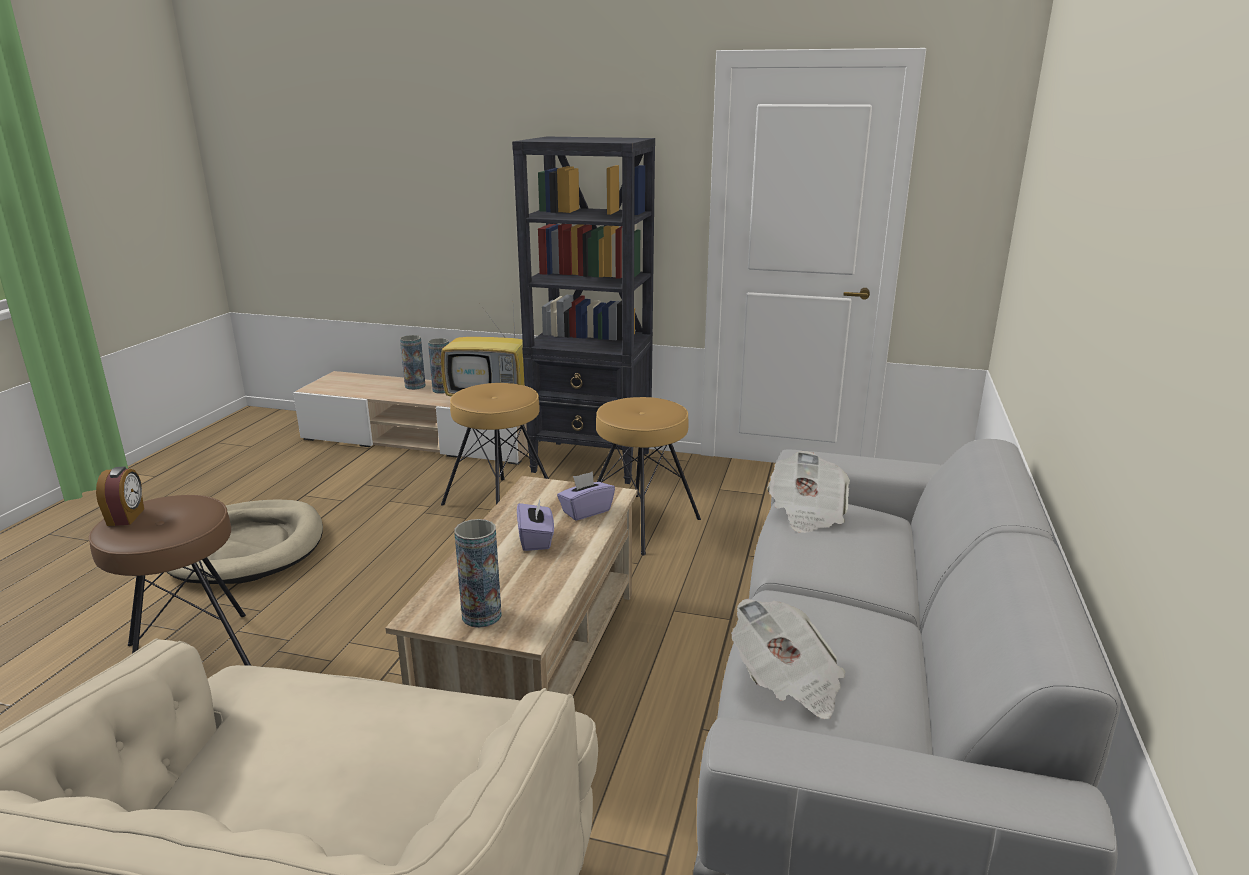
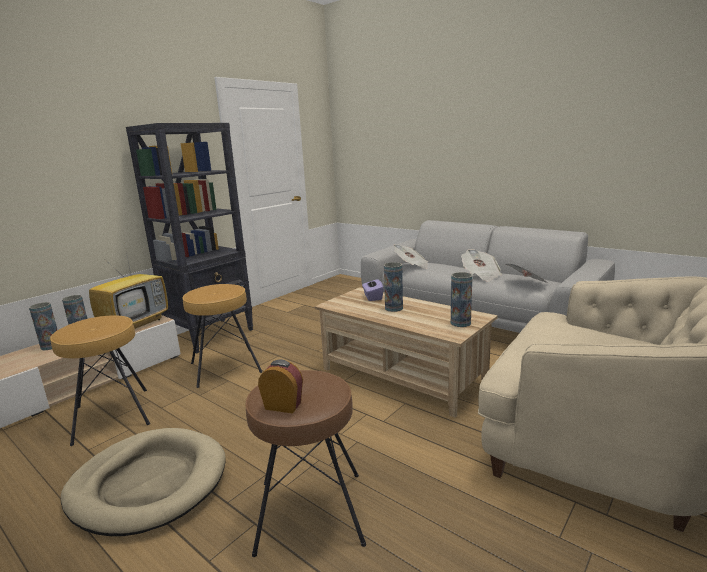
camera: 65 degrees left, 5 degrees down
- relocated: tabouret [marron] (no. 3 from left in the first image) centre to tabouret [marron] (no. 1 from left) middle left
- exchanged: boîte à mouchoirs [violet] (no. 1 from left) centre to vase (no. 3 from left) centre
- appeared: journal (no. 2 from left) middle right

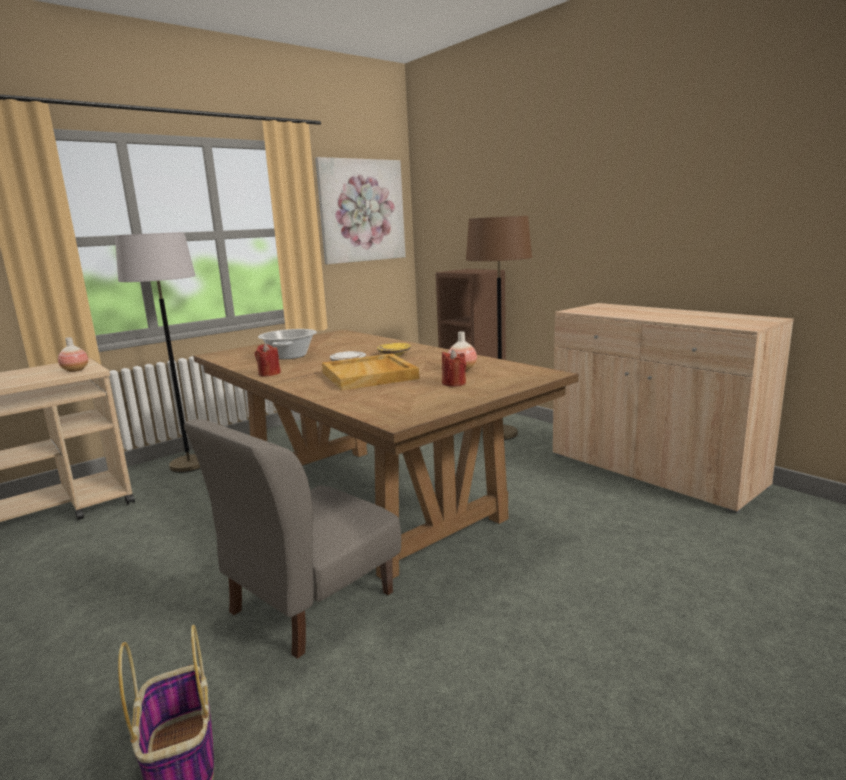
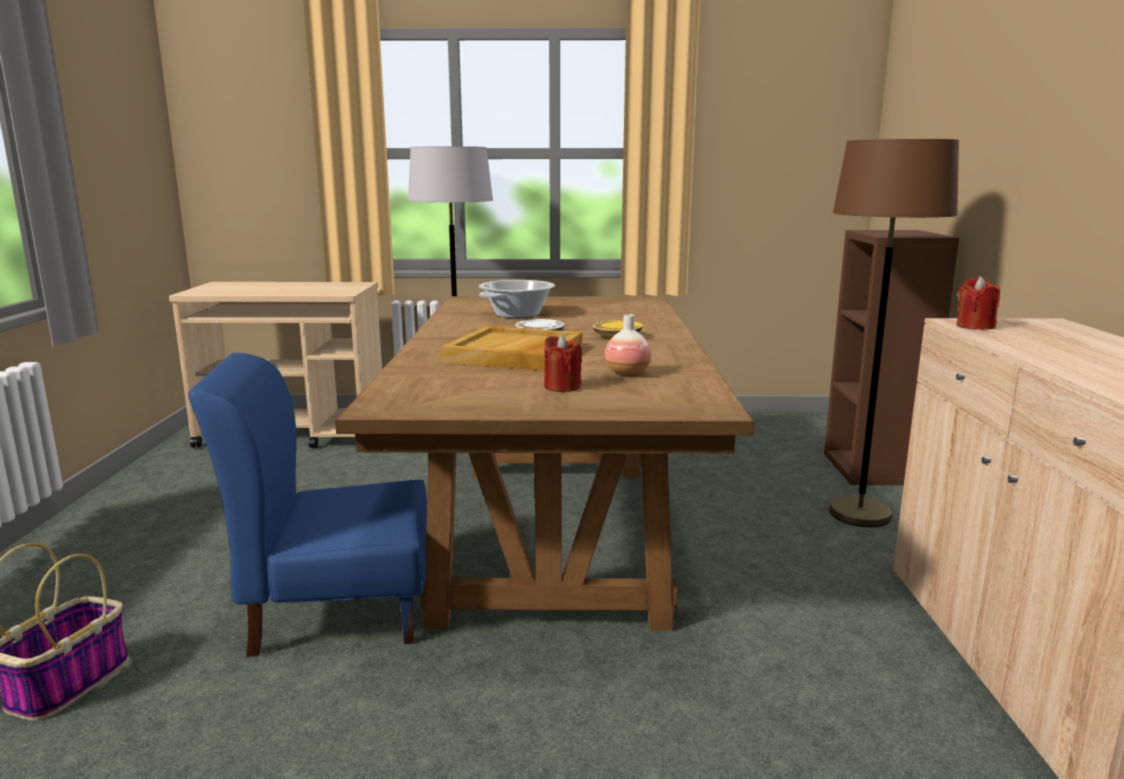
camera: 40 degrees right, 0 degrees up
- colour: chaise [gris] bottom centre to chaise [bleu] middle left
- relocated: bougie [rouge] (no. 1 from left in the first image) middle left to bougie [rouge] (no. 2 from left) middle right
- missing: vase (no. 1 from left) middle left
- missing: tableau top centre

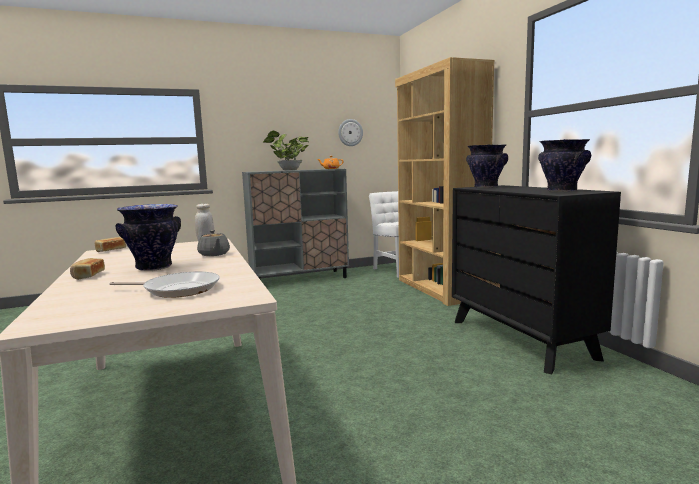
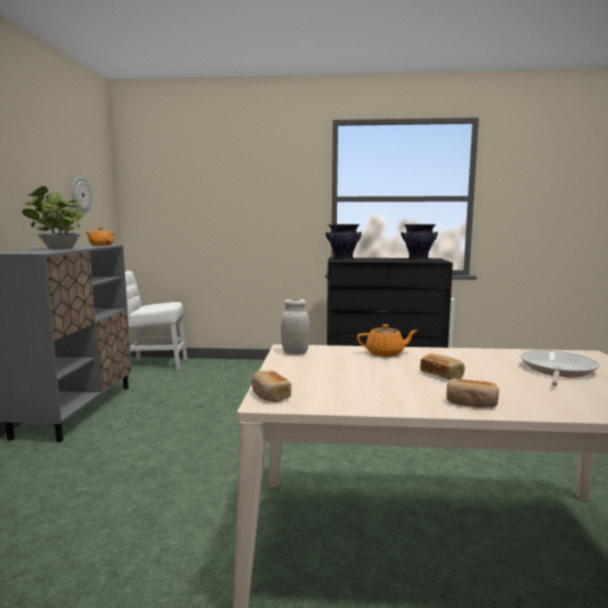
camera: 65 degrees left, 0 degrees up
- colour: théière [gris] middle left to théière [orange] (no. 2 from left) centre
- exchanged: vase (no. 1 from left) middle left to pain (no. 2 from left) middle right
- missing: bibliothèque [marron] centre

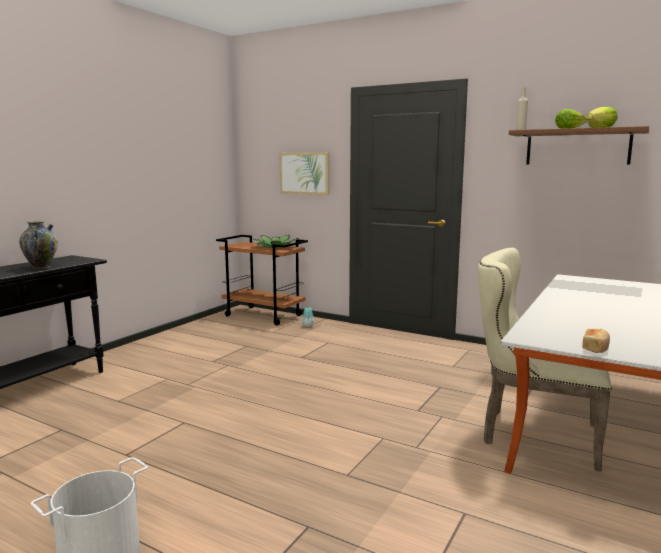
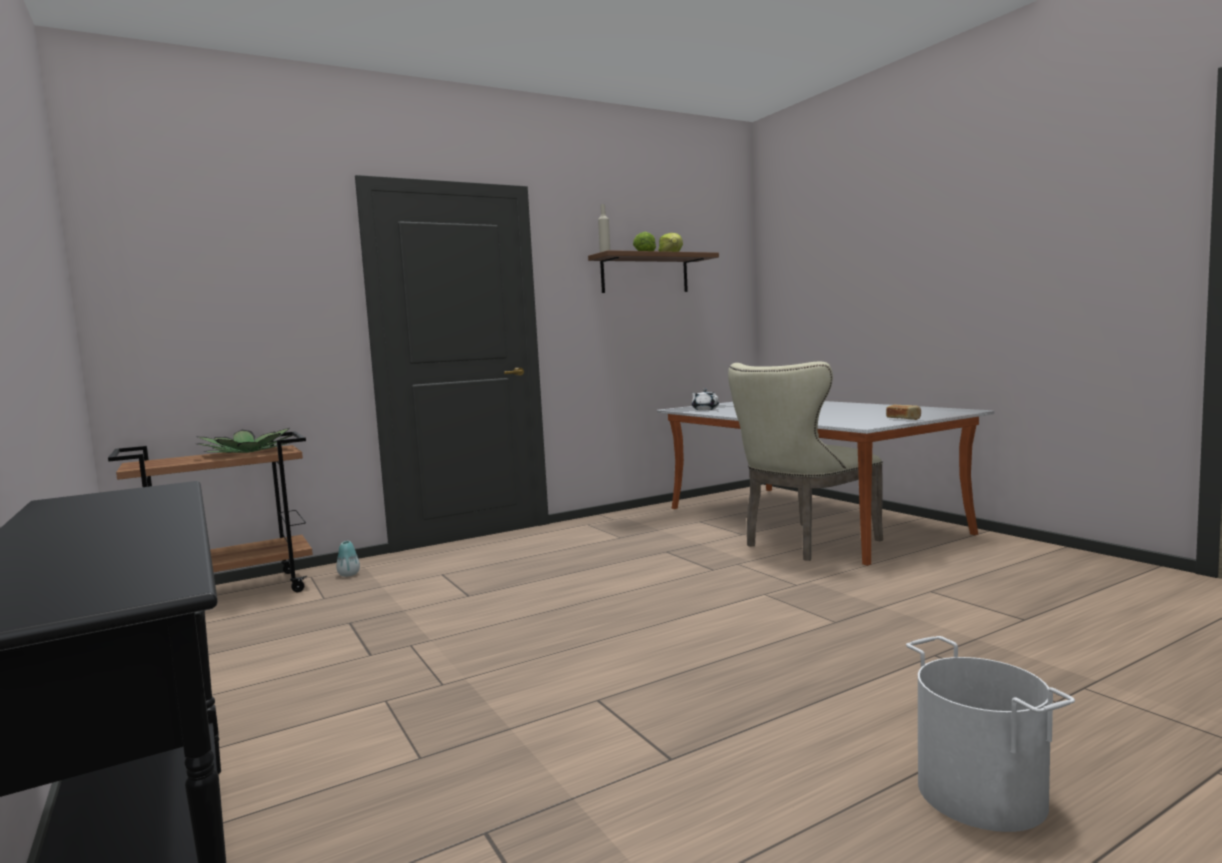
camera: 60 degrees left, 5 degrees down
- appeared: théière [blanc] centre
- missing: vase (no. 1 from left) middle left
- missing: tableau top centre

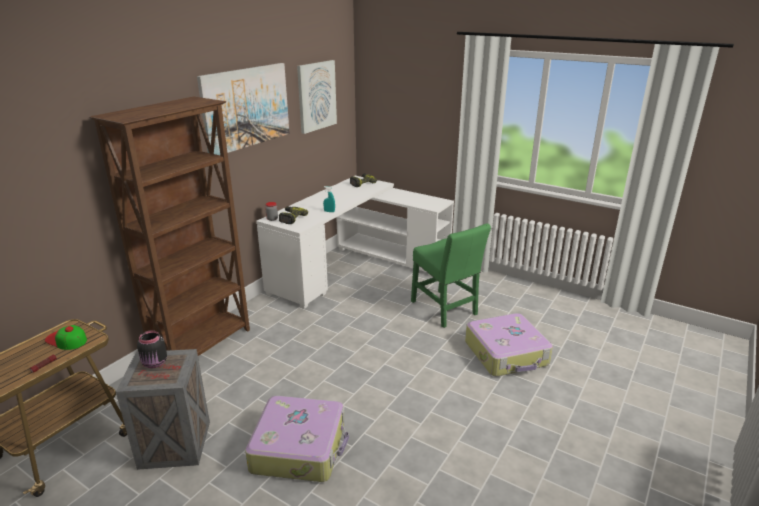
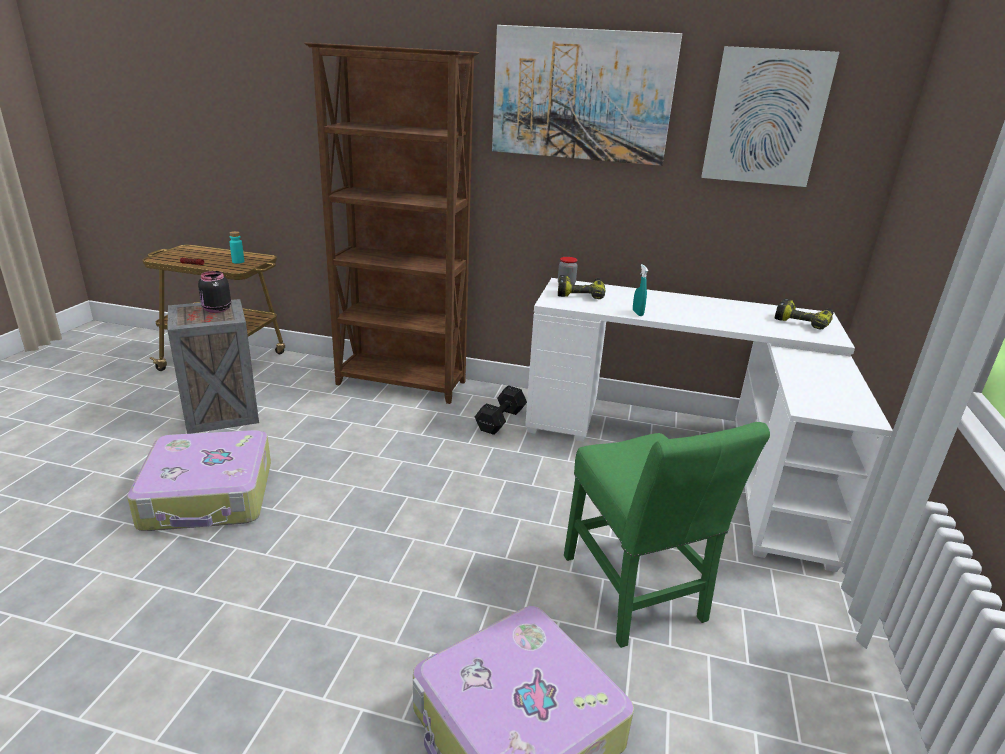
camera: 70 degrees right, 0 degrees up
- exchanged: casquette middle left to bouteille [turquoise] top left
- appeared: haltère [noir] centre
- spun: chaise [vert] centre = bottom centre 60 degrees counterclockwise

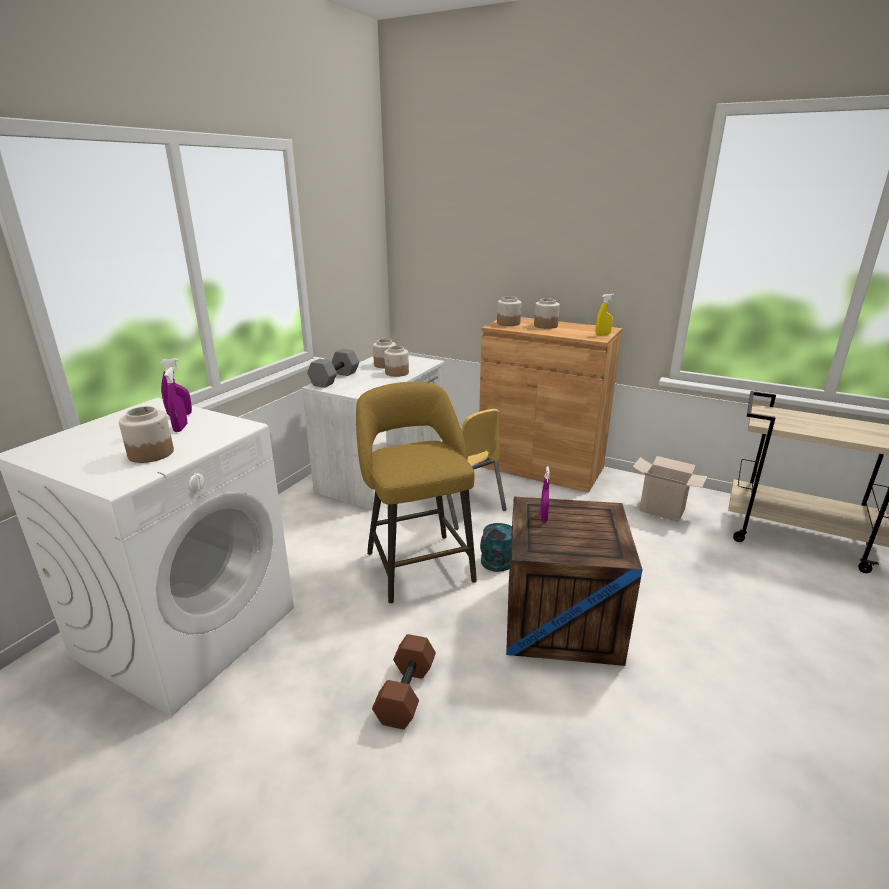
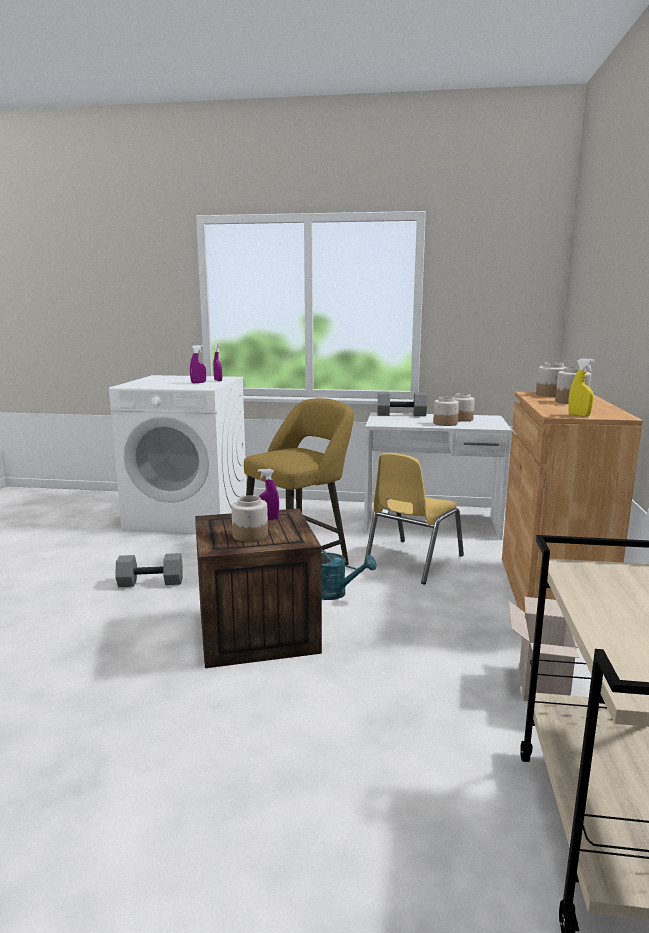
camera: 70 degrees right, 10 degrees down
- colour: haltère [marron] bottom centre to haltère [gris] (no. 1 from left) middle left
- relocated: bocal (no. 1 from left) middle left to centre

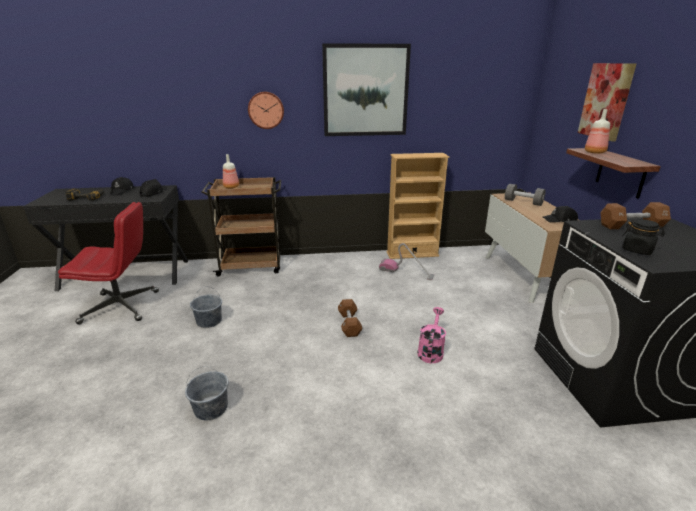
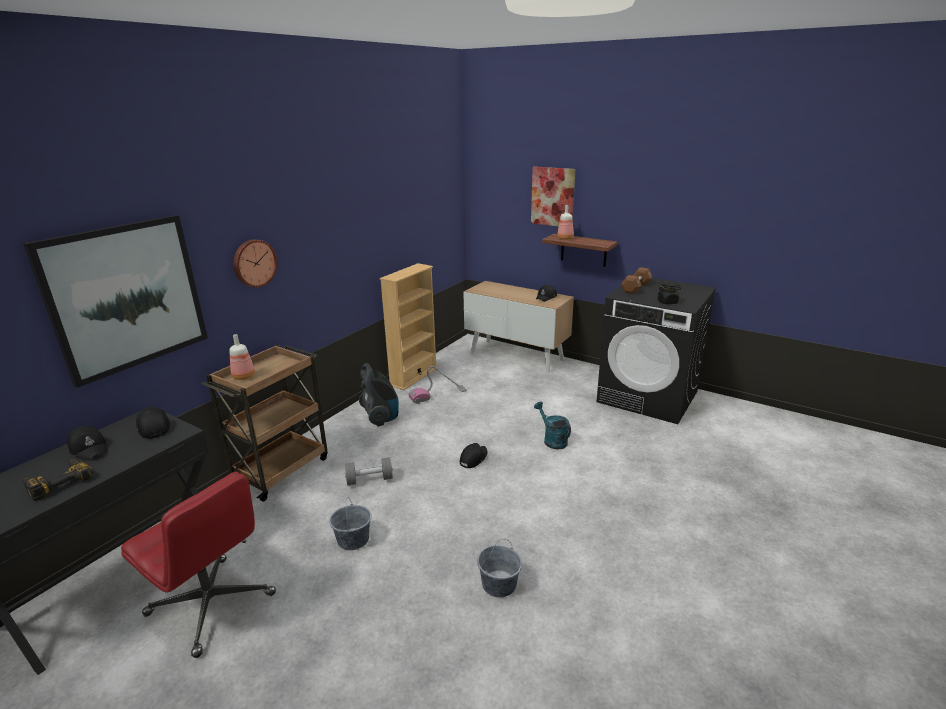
camera: 50 degrees left, 0 degrees up
- relocated: tableau (no. 1 from left) top centre to middle left
- spun: chaise de bureau [rouge] middle left = bottom left 90 degrees clockwise
- relocated: haltère [gris] middle right to centre
- appeared: aspirateur (no. 1 from left) centre
- exchanged: haltère [marron] (no. 1 from left) centre to casquette [noir] (no. 3 from left) centre
- colour: arrosoir [rose] centre to arrosoir [turquoise] centre

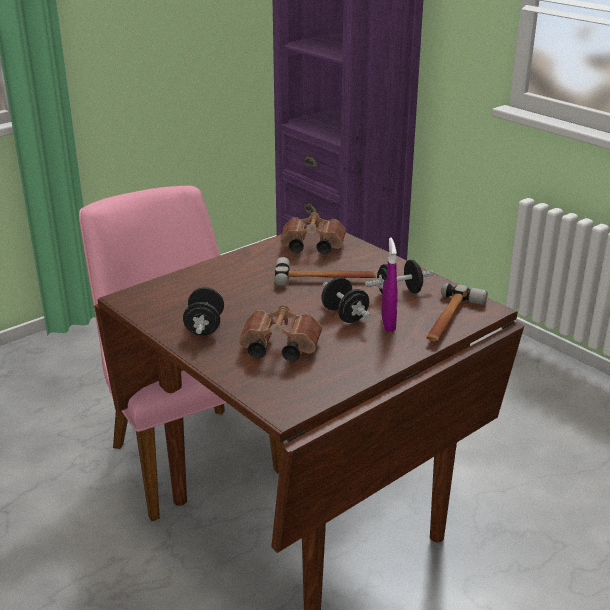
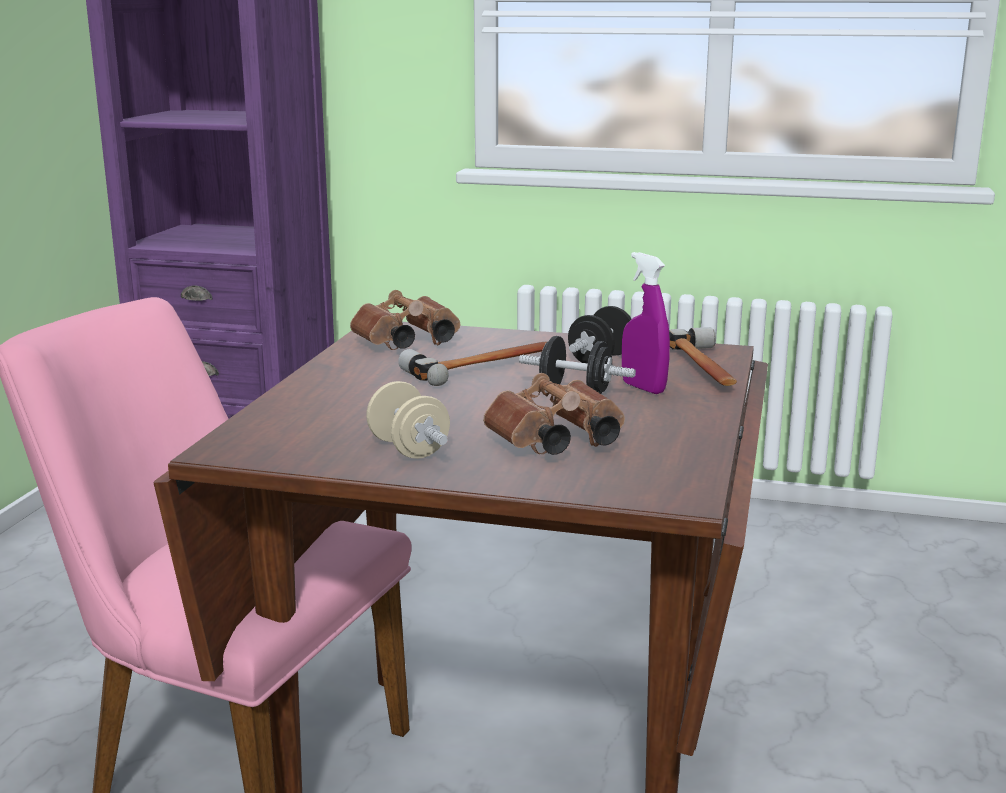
camera: 35 degrees left, 10 degrees down
- colour: haltère [noir] (no. 1 from left) middle left to haltère [beige] centre

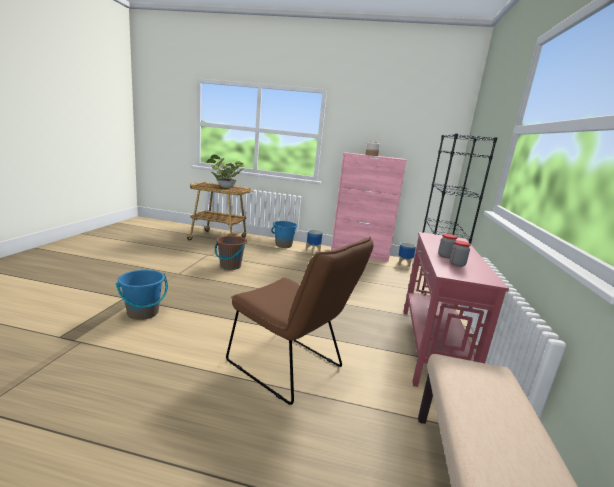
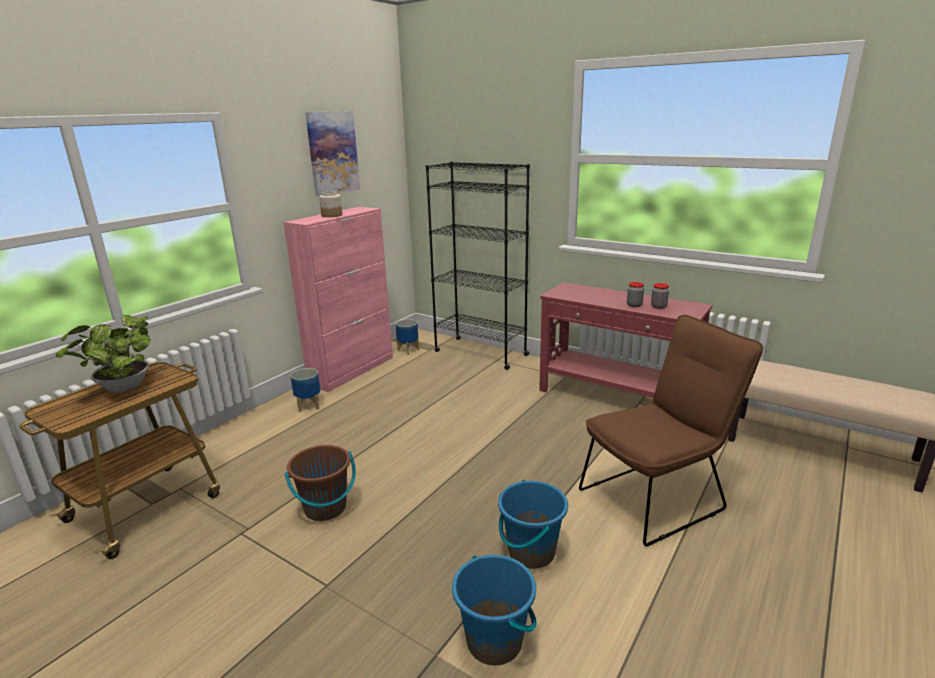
camera: 65 degrees left, 5 degrees up
- appeared: tableau top centre
- relocated: seau [bleu] (no. 2 from left) centre to bottom centre

